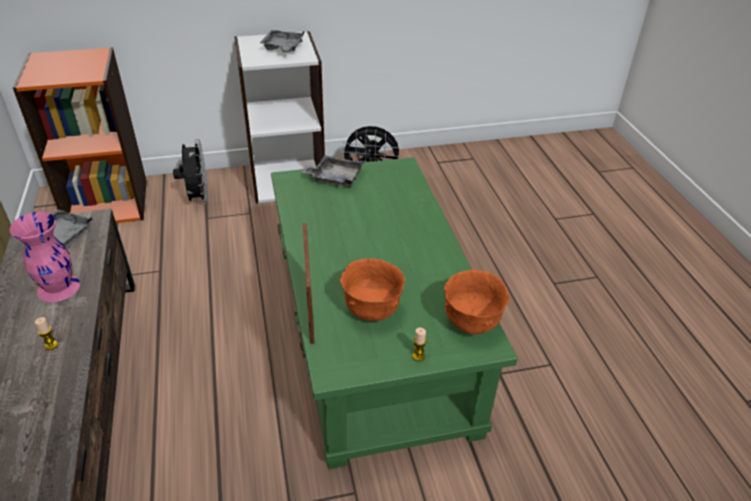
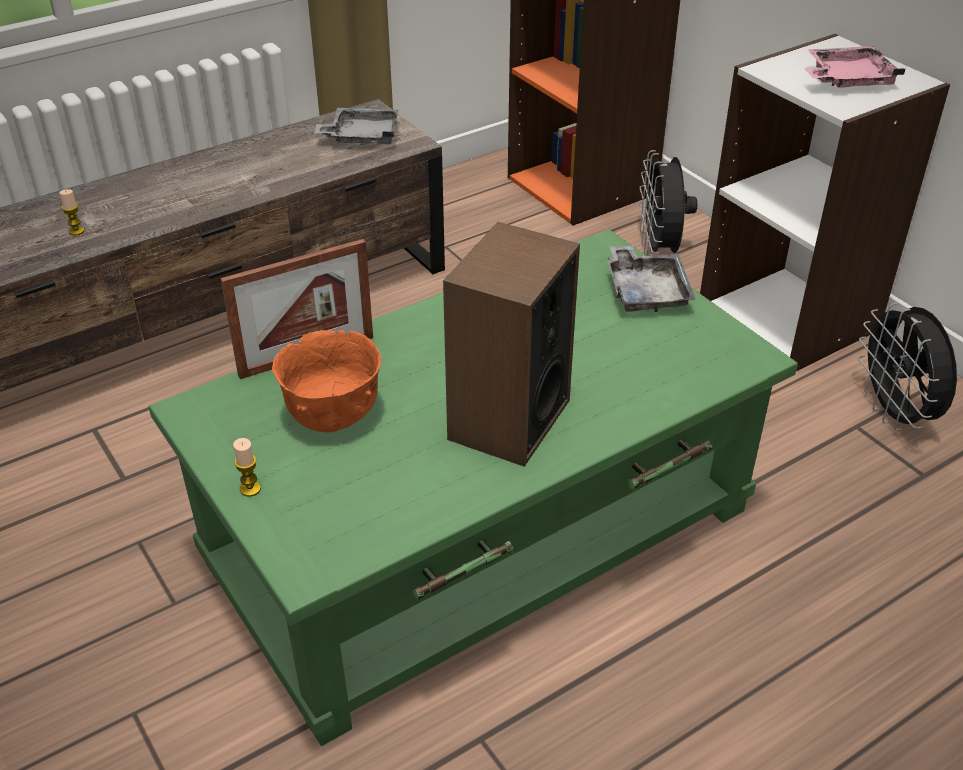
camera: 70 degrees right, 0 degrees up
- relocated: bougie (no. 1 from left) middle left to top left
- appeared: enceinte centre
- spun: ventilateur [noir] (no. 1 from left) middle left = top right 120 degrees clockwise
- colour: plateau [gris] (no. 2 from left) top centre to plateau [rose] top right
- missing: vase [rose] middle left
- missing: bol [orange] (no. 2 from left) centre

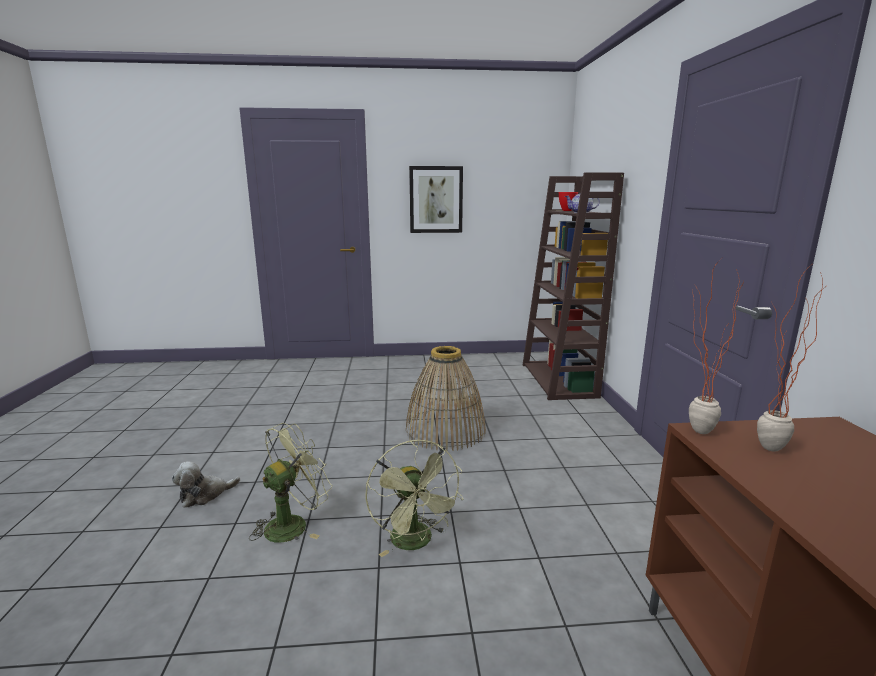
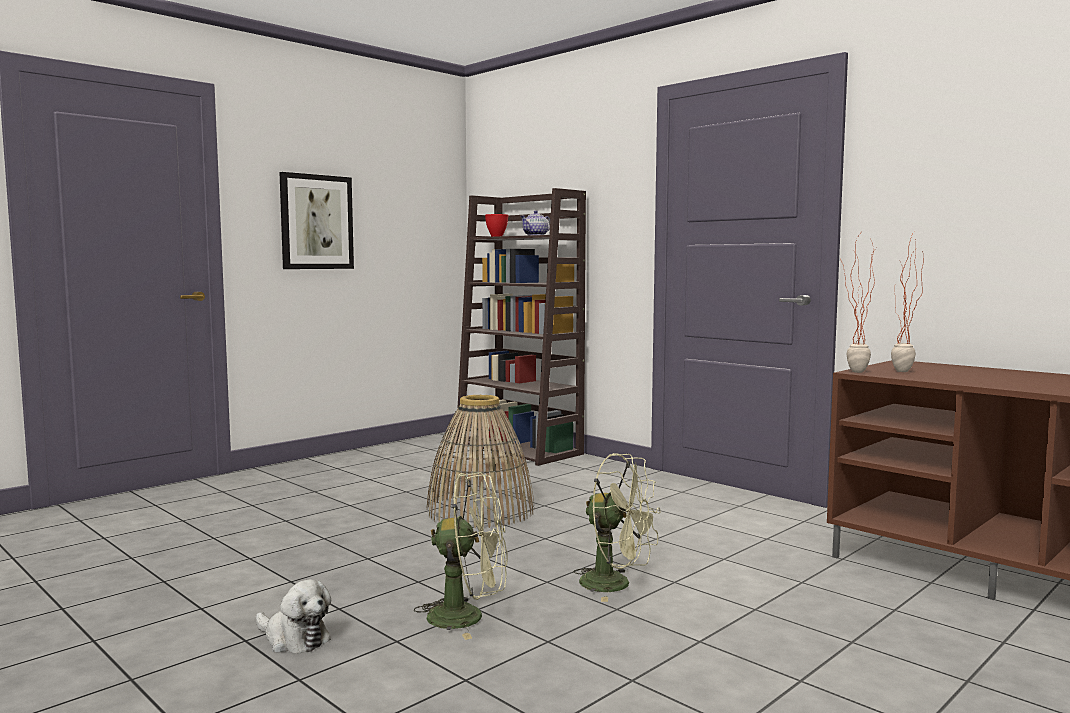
camera: 40 degrees left, 10 degrees down
- spun: peluche bottom left = bottom left 75 degrees counterclockwise
- spun: ventilateur [vert] (no. 1 from left) bottom left = bottom centre 90 degrees clockwise

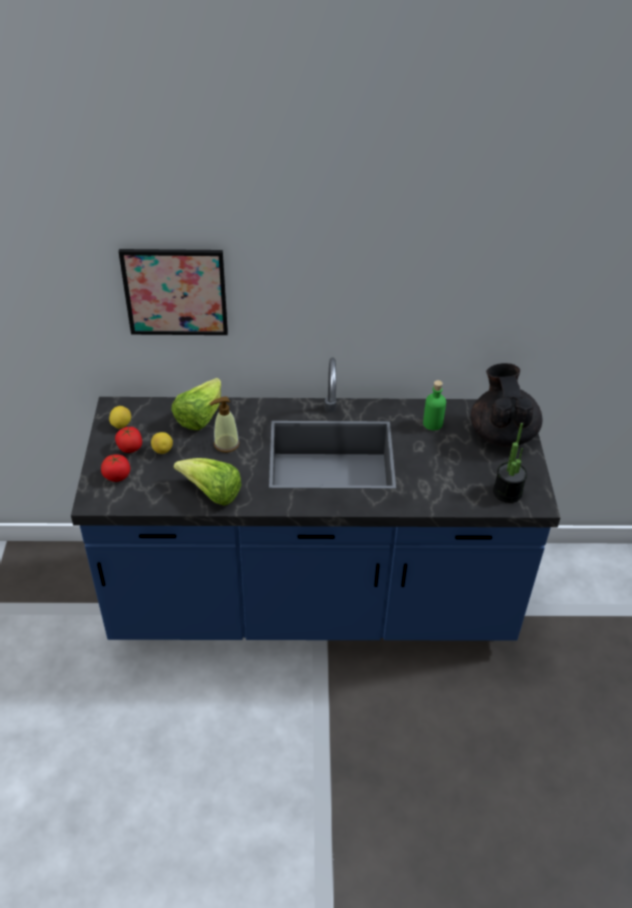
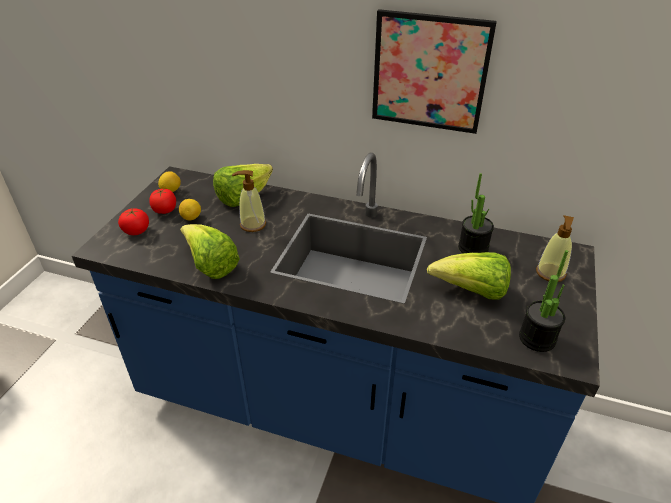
camera: 20 degrees right, 5 degrees down
- relocated: tableau top left to top centre
- appeared: laitue (no. 3 from left) middle right
- exchanged: bouteille [vert] middle right to plante en pot (no. 1 from left) middle right
- exchanged: théière [noir] middle right to distributeur de savon (no. 2 from left) middle right

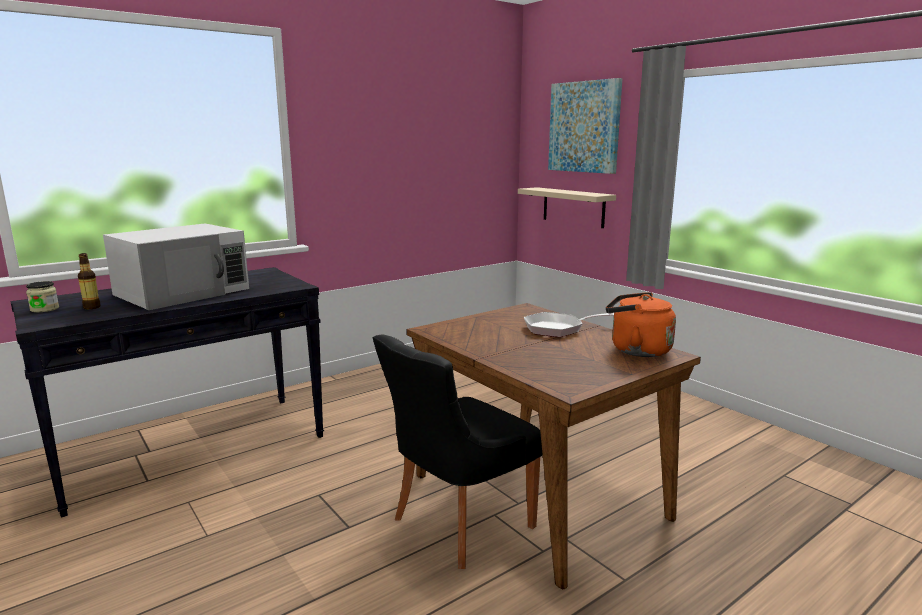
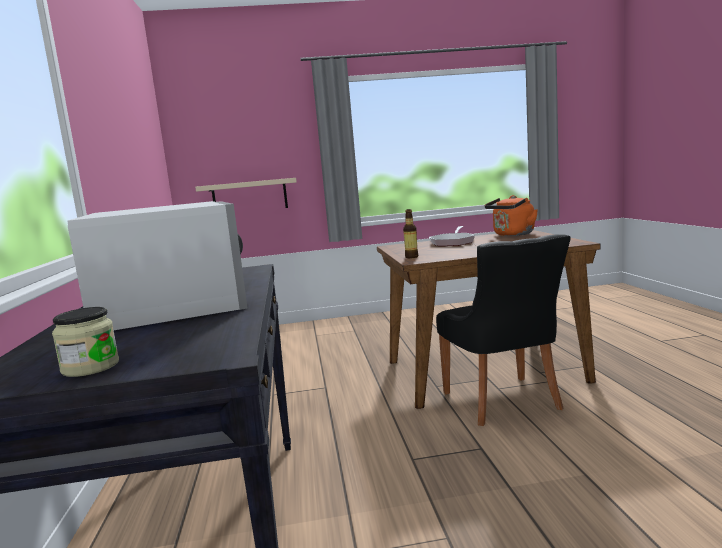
camera: 60 degrees left, 5 degrees down
- relocated: bouteille middle left to centre
- missing: tableau top centre

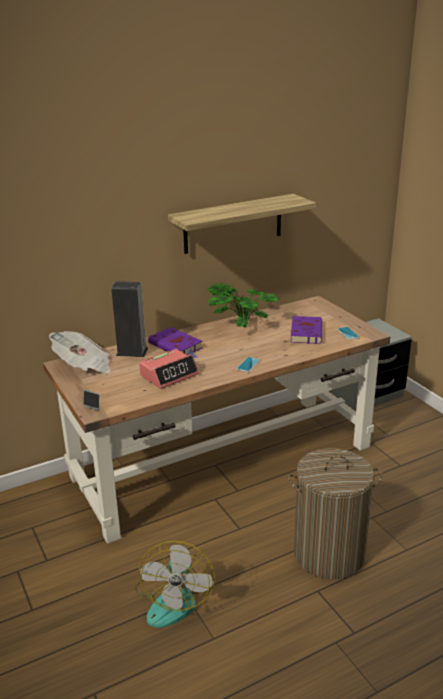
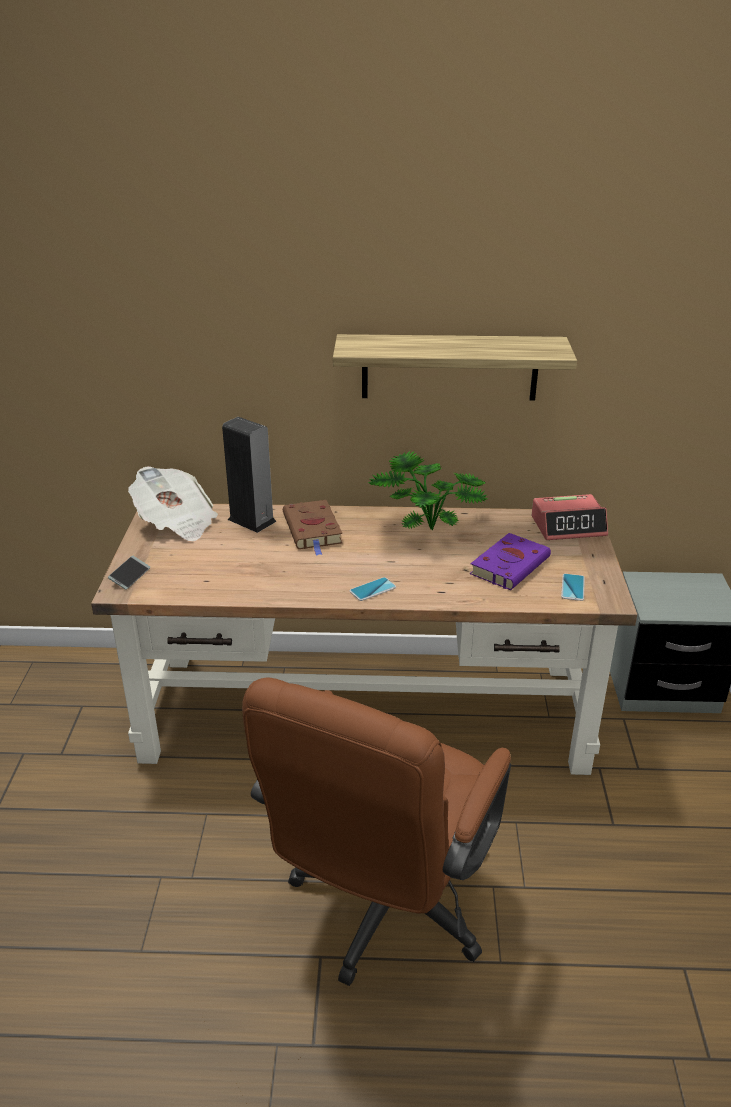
camera: 30 degrees right, 5 degrees up
- exchanged: panier à linge bottom right to chaise de bureau [marron] bottom centre
- colour: livre [violet] (no. 1 from left) centre to livre [marron] centre
- relocated: réveil centre to middle right
- missing: ventilateur bottom centre

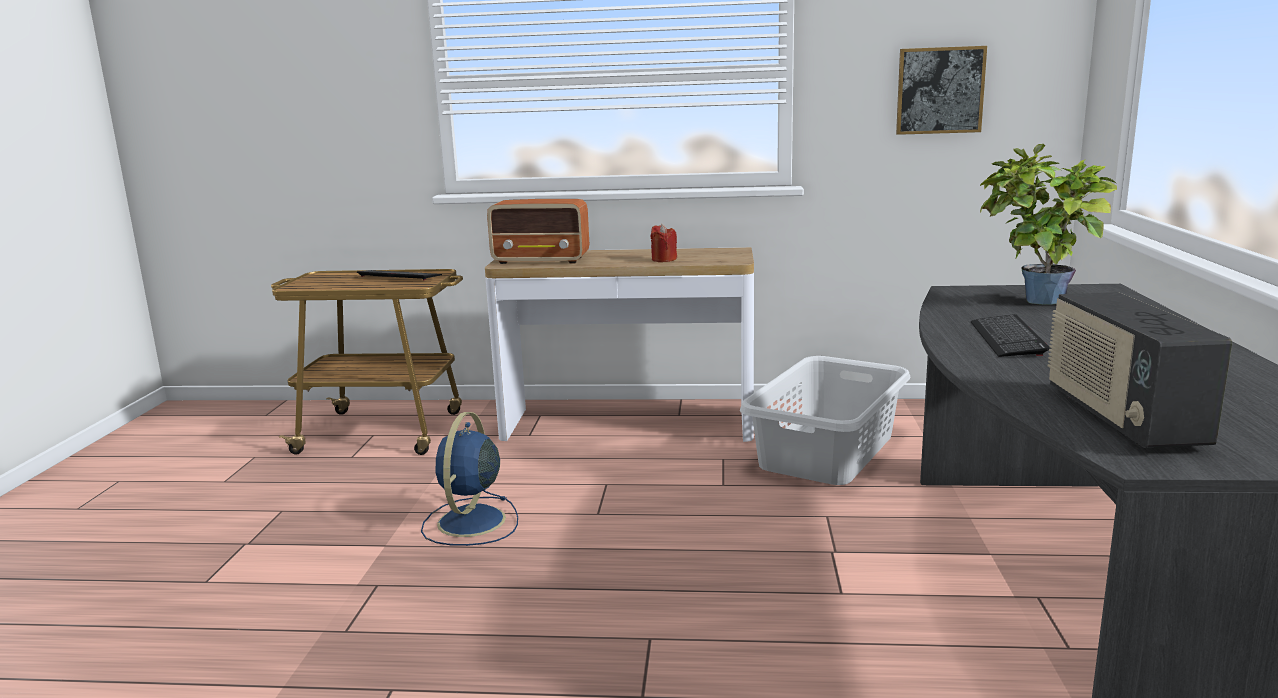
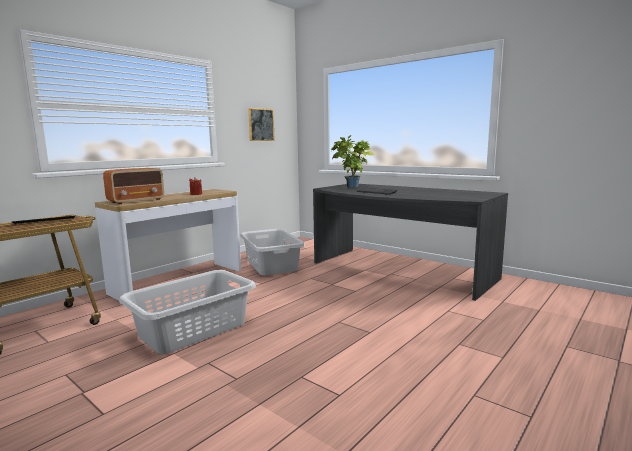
camera: 55 degrees left, 5 degrees down
- exchanged: ventilateur [bleu] bottom centre to panier à linge [gris] (no. 1 from left) bottom left
- missing: radio (no. 2 from left) middle right

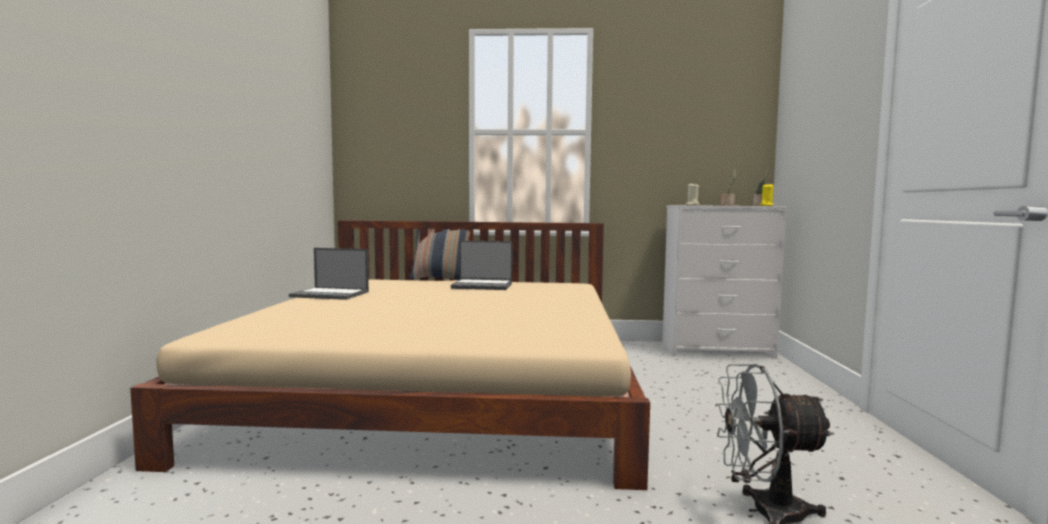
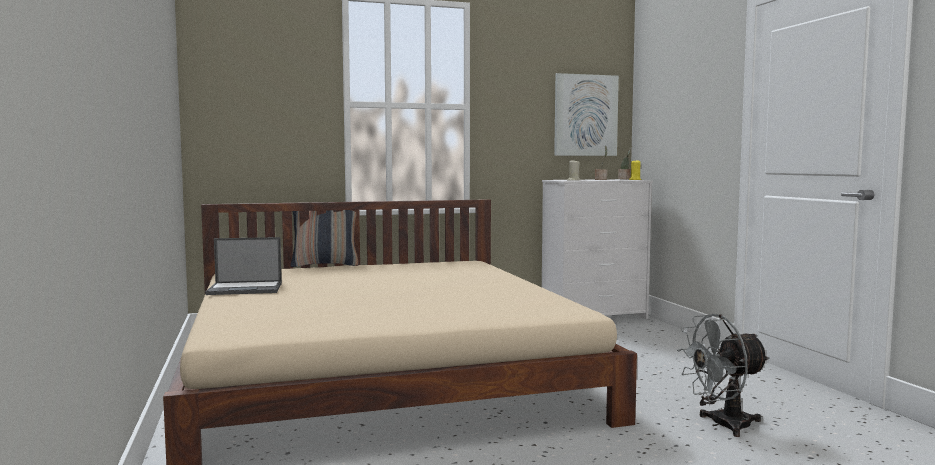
camera: 20 degrees left, 0 degrees up
- appeared: tableau top centre
- missing: ordinateur portable (no. 2 from left) centre

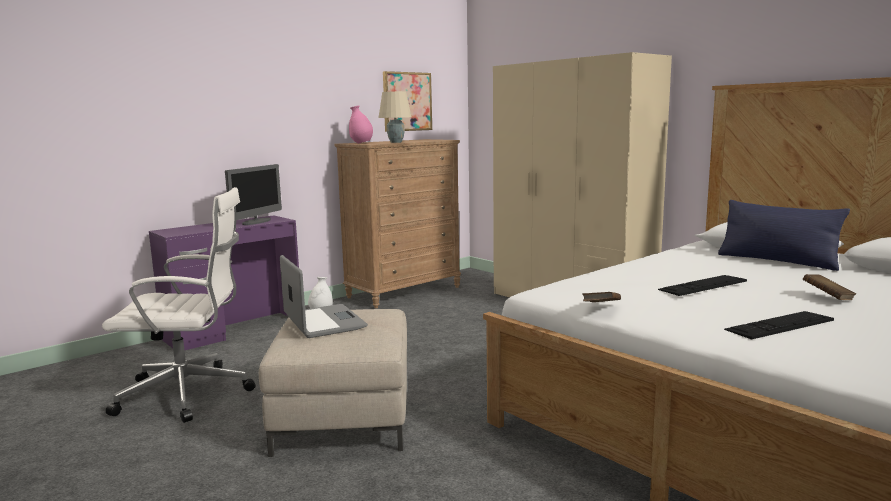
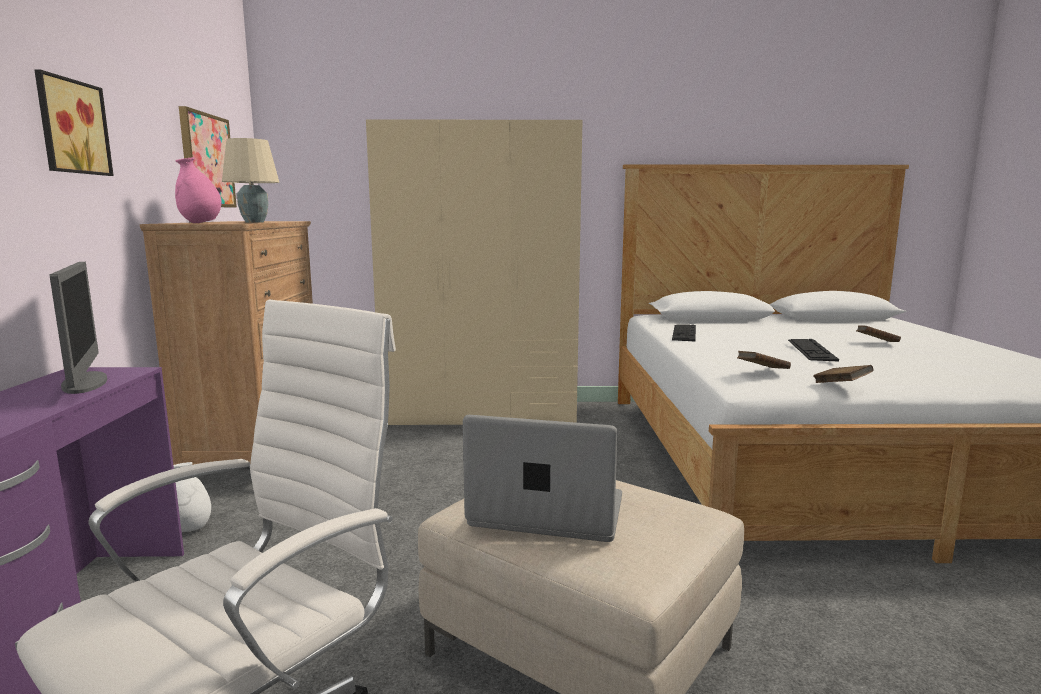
camera: 50 degrees left, 0 degrees up
- appeared: tableau (no. 1 from left) top left
- relocated: clavier (no. 2 from left in the first image) middle right to clavier (no. 1 from left) centre
- appeared: livre [marron] (no. 1 from left) middle right
- missing: coussin [bleu] middle right

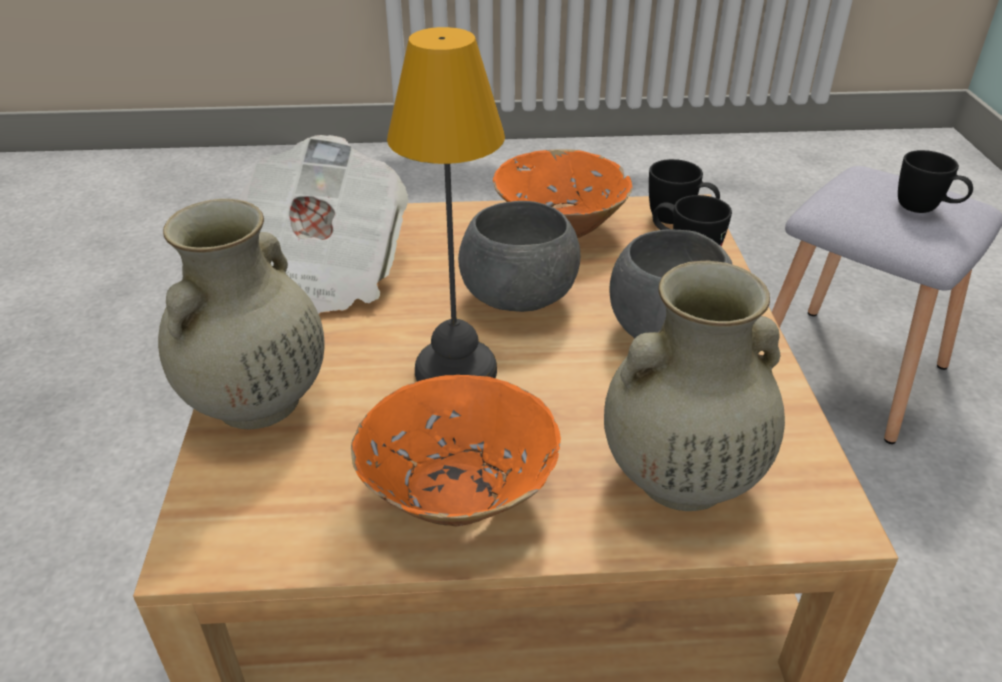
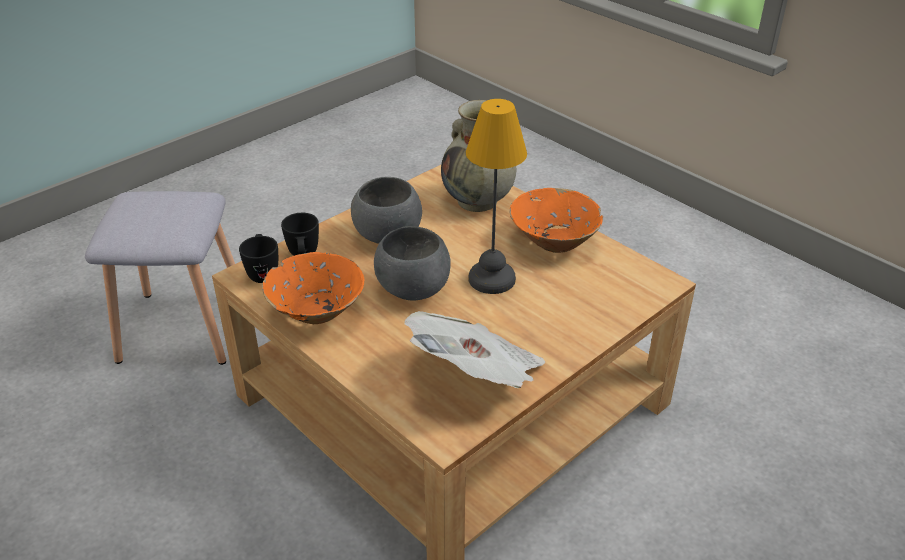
camera: 130 degrees left, 0 degrees up
- missing: vase [beige] (no. 1 from left) middle left
- missing: mug [noir] (no. 3 from left) top right

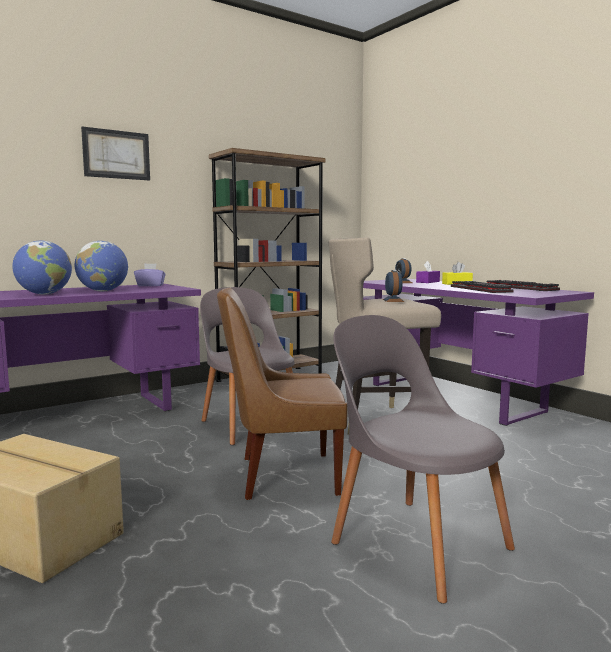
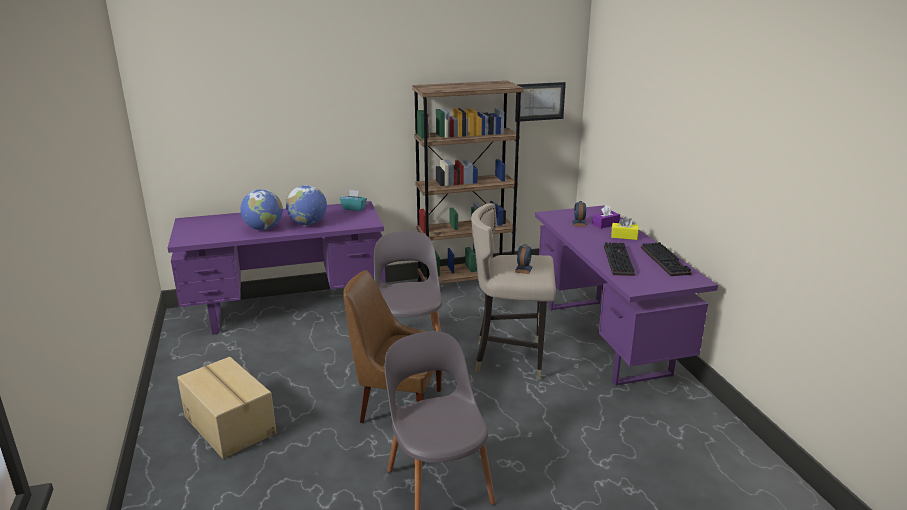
camera: 20 degrees right, 15 degrees up
- colour: boîte à mouchoirs [violet] (no. 1 from left) middle left to boîte à mouchoirs [turquoise] centre
- relocated: tableau top left to top centre

